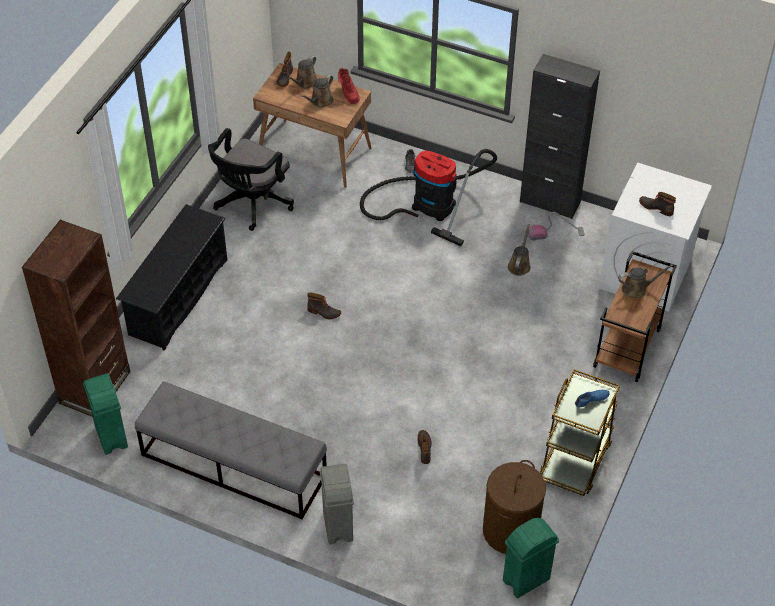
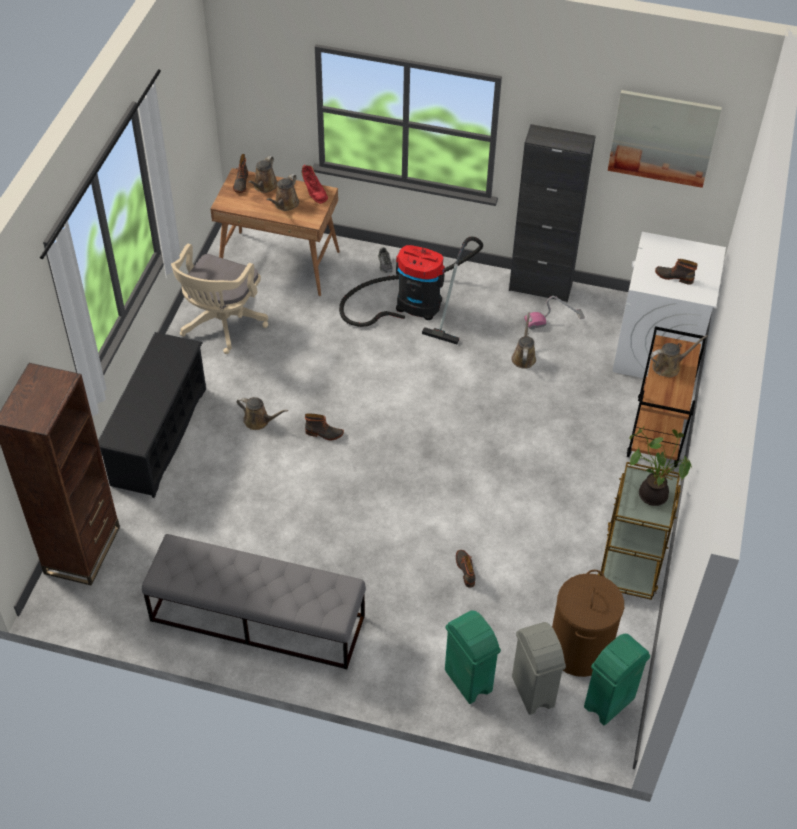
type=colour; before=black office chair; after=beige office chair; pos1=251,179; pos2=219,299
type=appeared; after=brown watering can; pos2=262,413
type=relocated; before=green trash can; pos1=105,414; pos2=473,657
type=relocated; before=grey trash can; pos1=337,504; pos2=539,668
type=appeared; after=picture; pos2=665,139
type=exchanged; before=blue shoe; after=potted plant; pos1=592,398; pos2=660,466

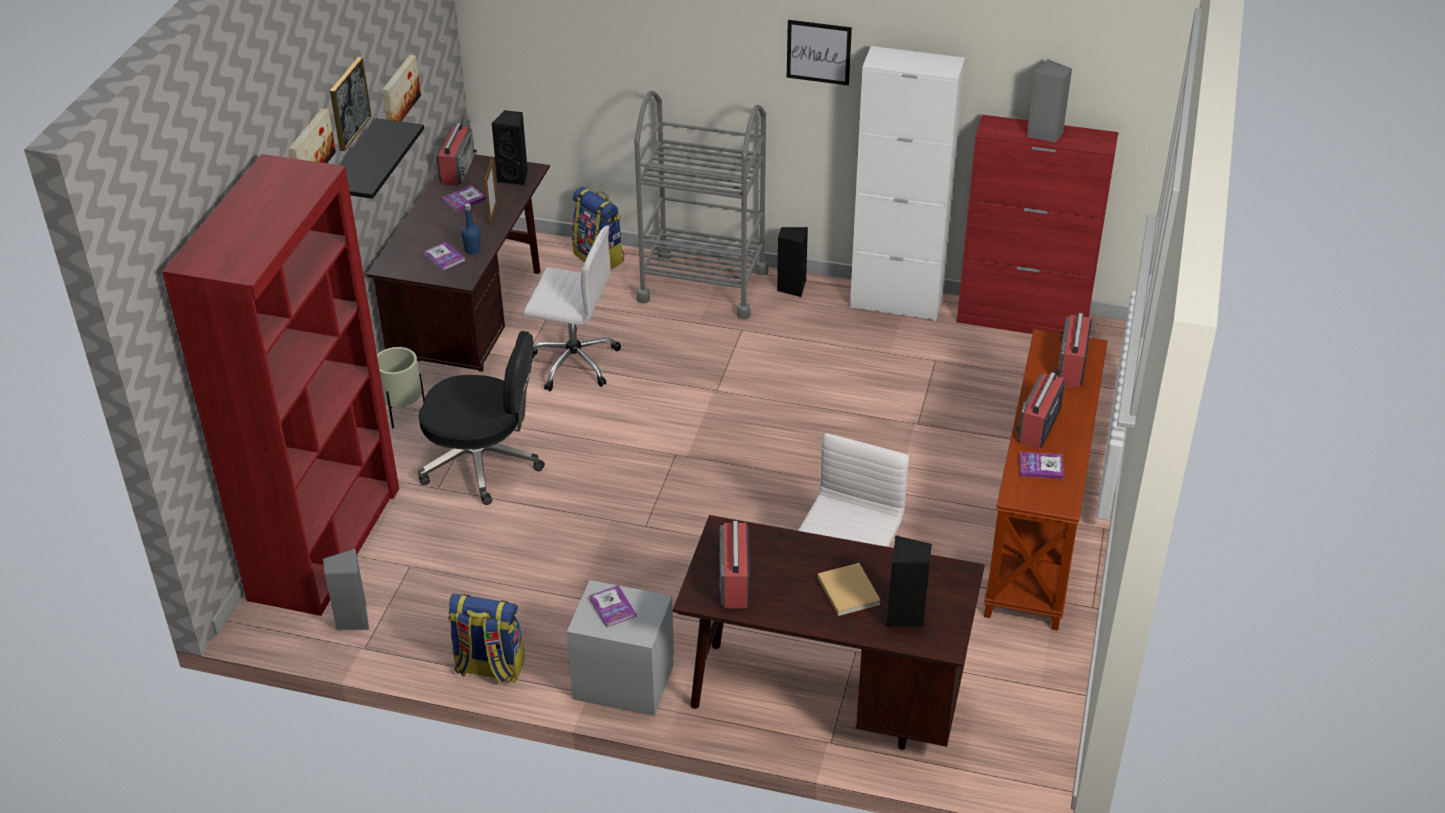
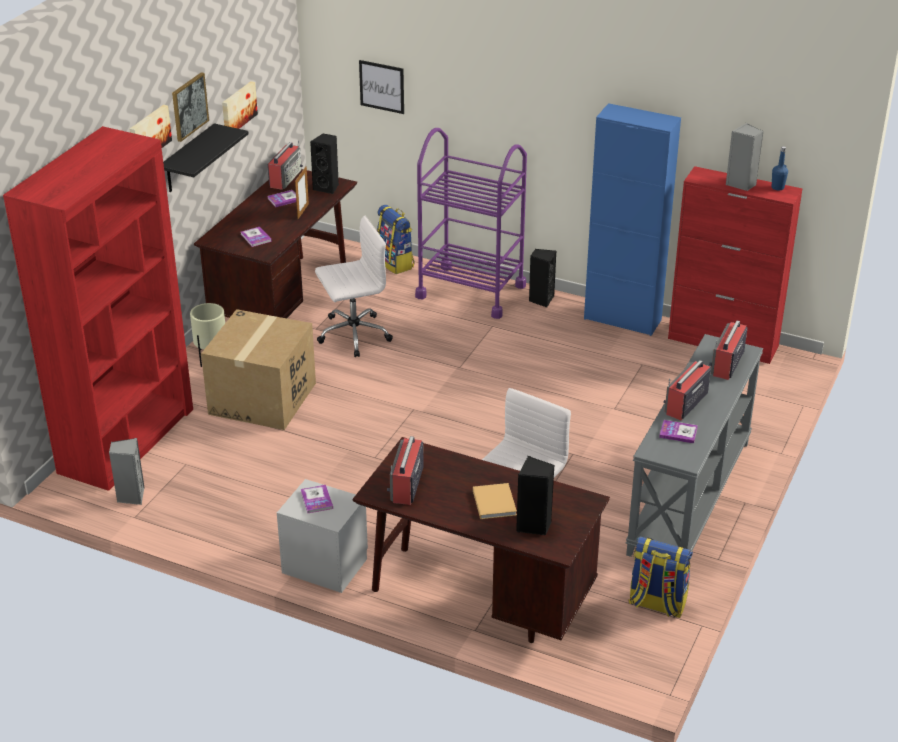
type=exchanged; before=black office chair; after=cardboard box; pos1=481,418; pos2=258,369
type=spun; before=white office chair; pos1=572,308; pos2=354,286; turn=-45
type=relocated; before=picture; pos1=819,53; pos2=381,87
type=colour; before=grey cart; after=purple cart; pos1=701,205; pos2=471,223
type=colour; before=white cabinet; after=blue cabinet; pos1=907,183; pos2=632,219
type=colour; before=brown console table; after=grey console table; pos1=1045,480; pos2=694,445
type=relocated; before=backpack; pos1=486,639; pos2=660,577
type=relocated; before=blue bottle; pos1=471,228; pos2=780,168

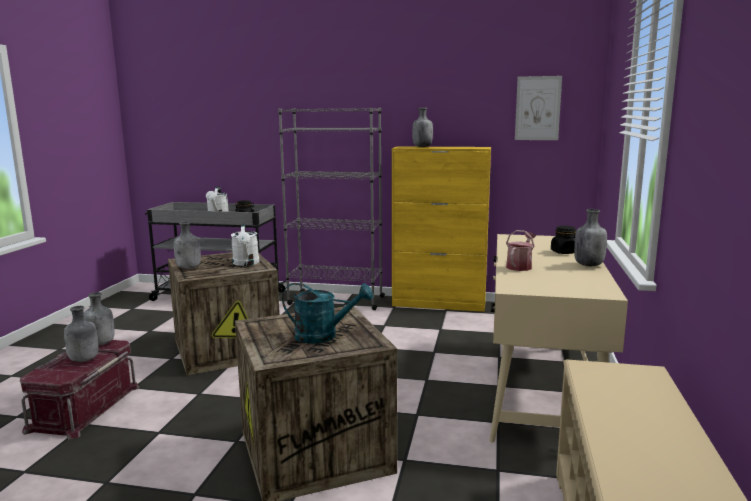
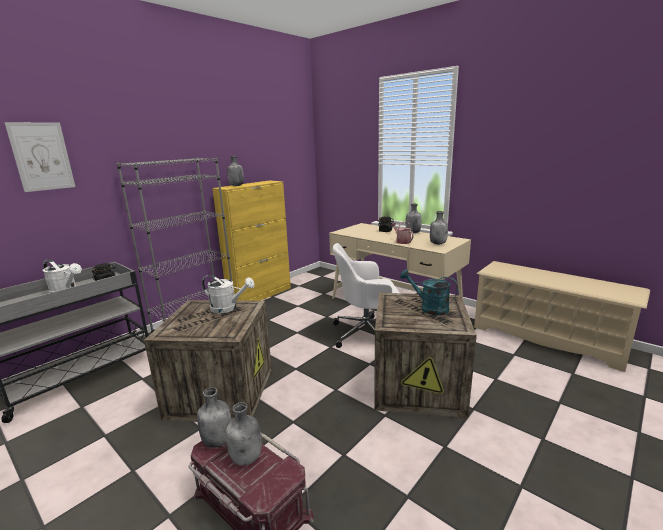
type=relocated; before=picture; pos1=538,108; pos2=39,157
type=appeared; after=white office chair; pos2=366,295
type=spun; before=turquoise watering can; pos1=327,313; pos2=429,292; turn=-90
type=relocated; before=grey bottle; pos1=187,245; pos2=439,227

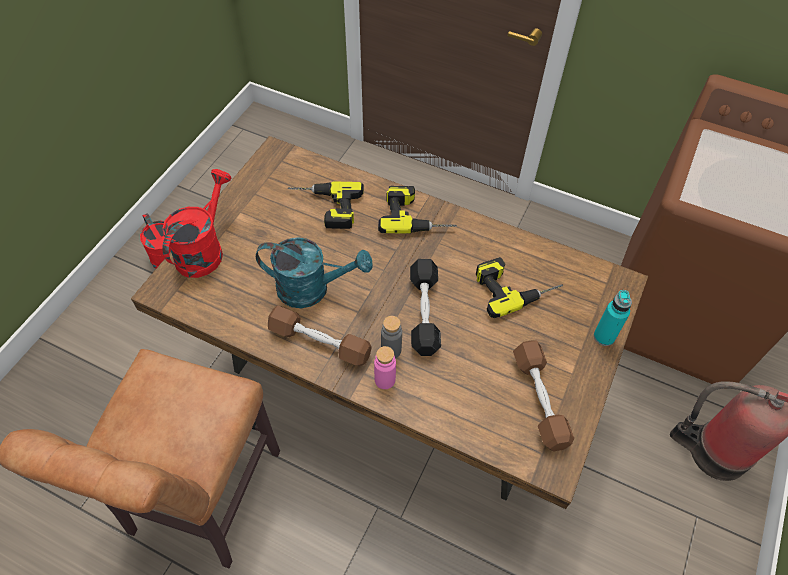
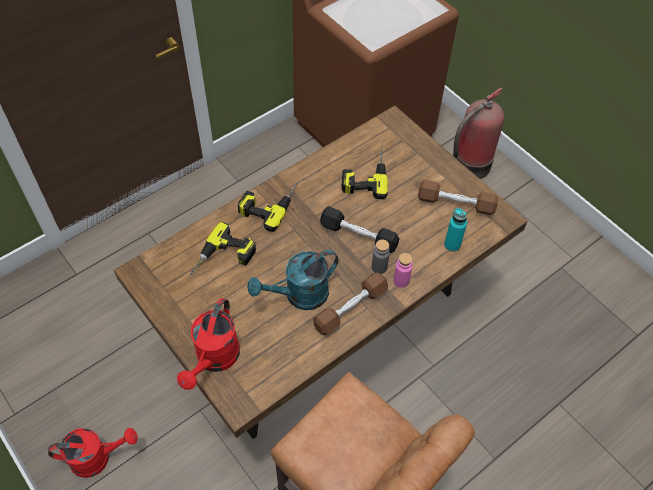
type=spun; before=red watering can; pos1=197,223; pos2=208,344; turn=-120
type=spun; before=turquoise watering can; pos1=314,272; pos2=292,280; turn=-150
type=relocated; before=turquoise bottle; pos1=613,318; pos2=455,230

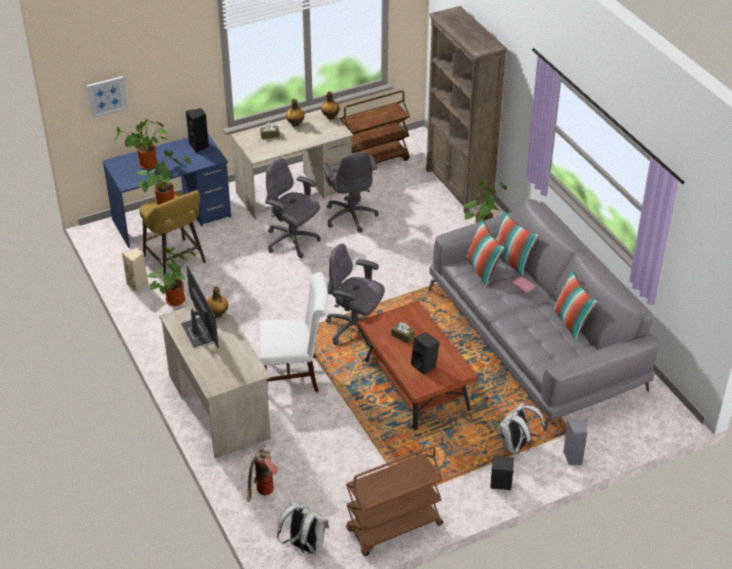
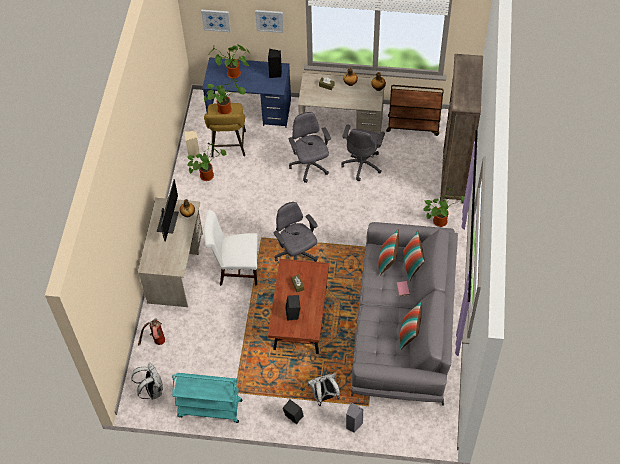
type=colour; before=brown cart; after=turquoise cart; pos1=394,501; pos2=207,398
type=spun; before=white chair; pos1=293,332; pos2=231,248; turn=150
type=appeared; after=picture; pos2=269,21

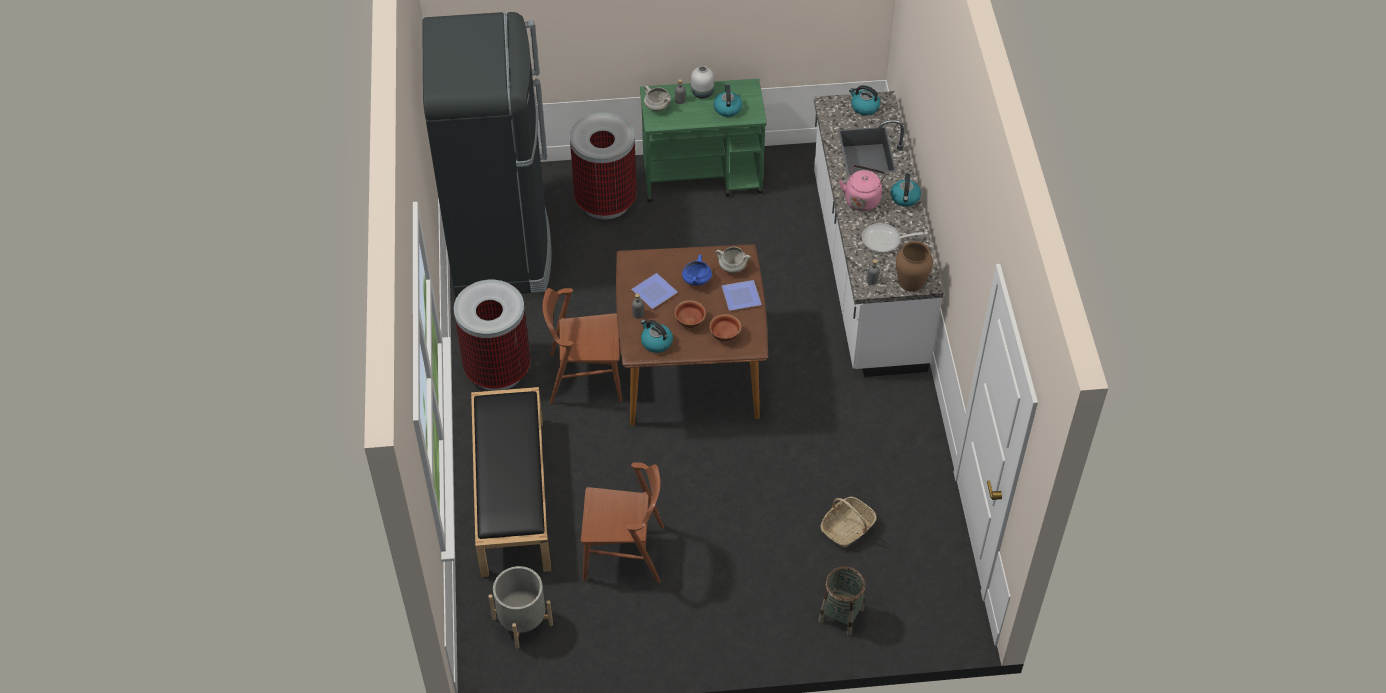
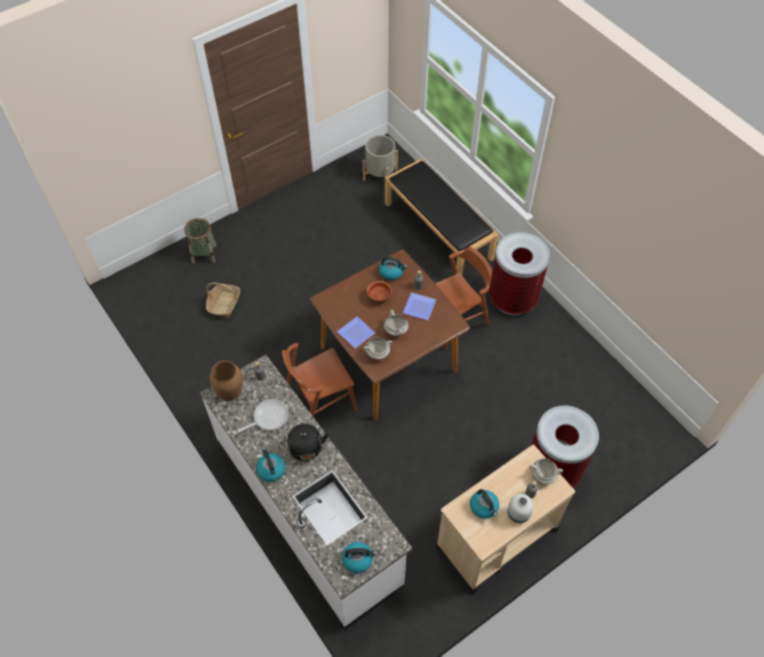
type=relocated; before=brown chair; pos1=622,522; pos2=319,379
type=colour; before=pink kettle; after=black kettle; pos1=862,188; pos2=307,442
type=colour; before=blue cooking pot; after=white cooking pot; pos1=697,270; pos2=396,323
type=colour; before=green cart; after=beige cart; pos1=703,140; pos2=505,519
type=missing; before=black fridge; pos1=487,155
type=missing; before=bowl; pos1=725,328

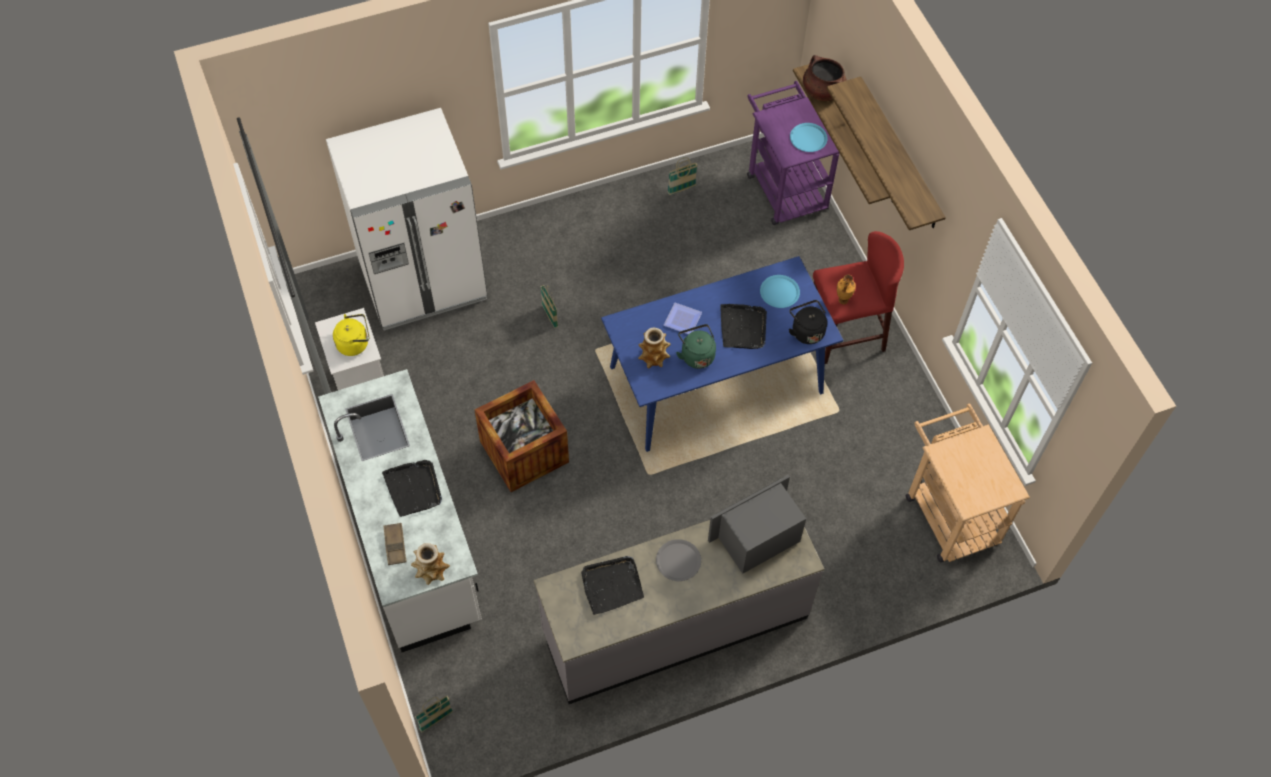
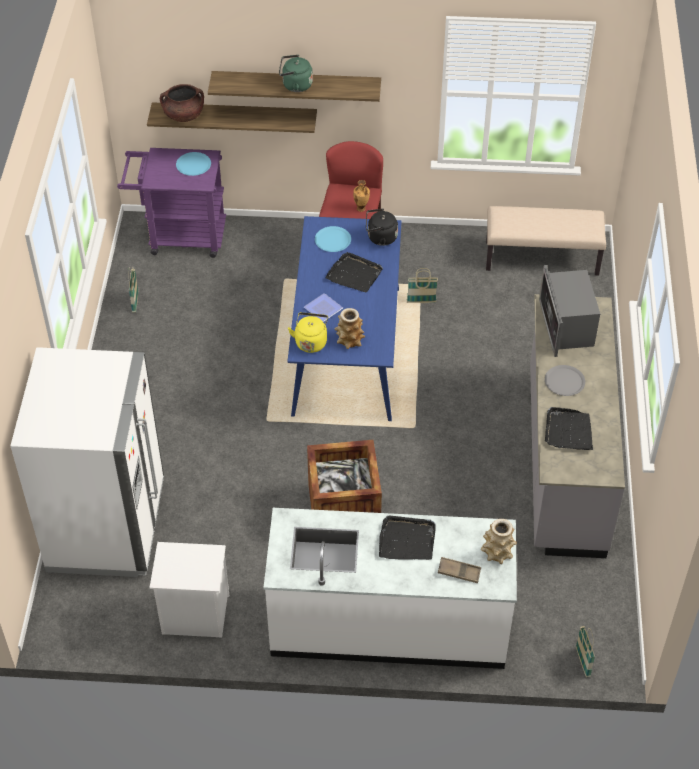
type=relocated; before=green kettle; pos1=696,346; pos2=296,73
type=relocated; before=yellow kettle; pos1=351,335; pos2=308,332
type=relocated; before=basket; pos1=549,306; pos2=422,285
type=exchanged; before=beige cart; after=beige bench; pos1=968,483; pos2=546,240

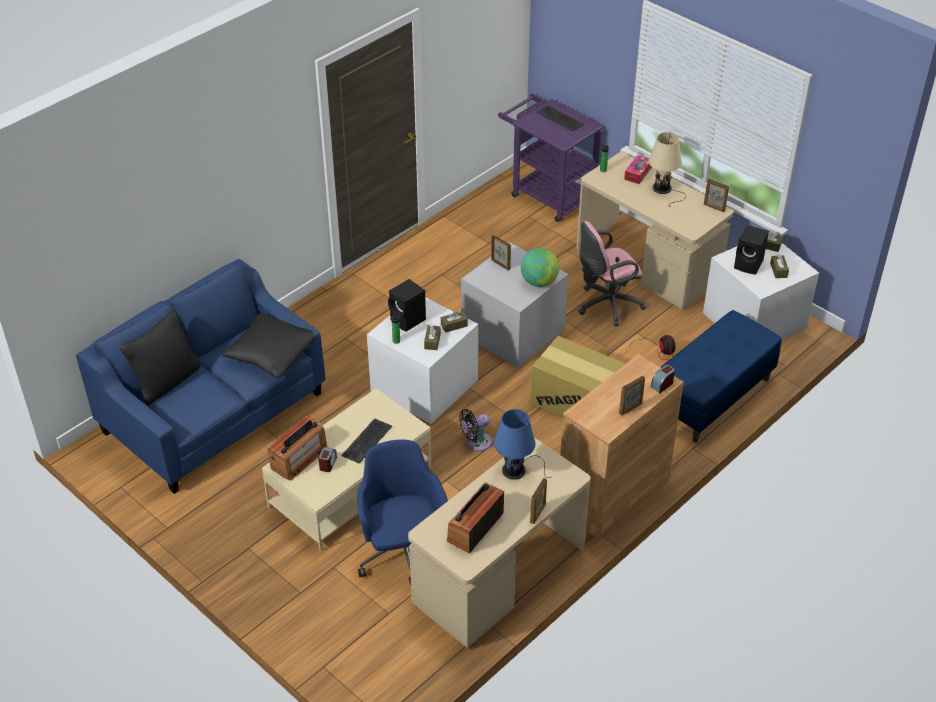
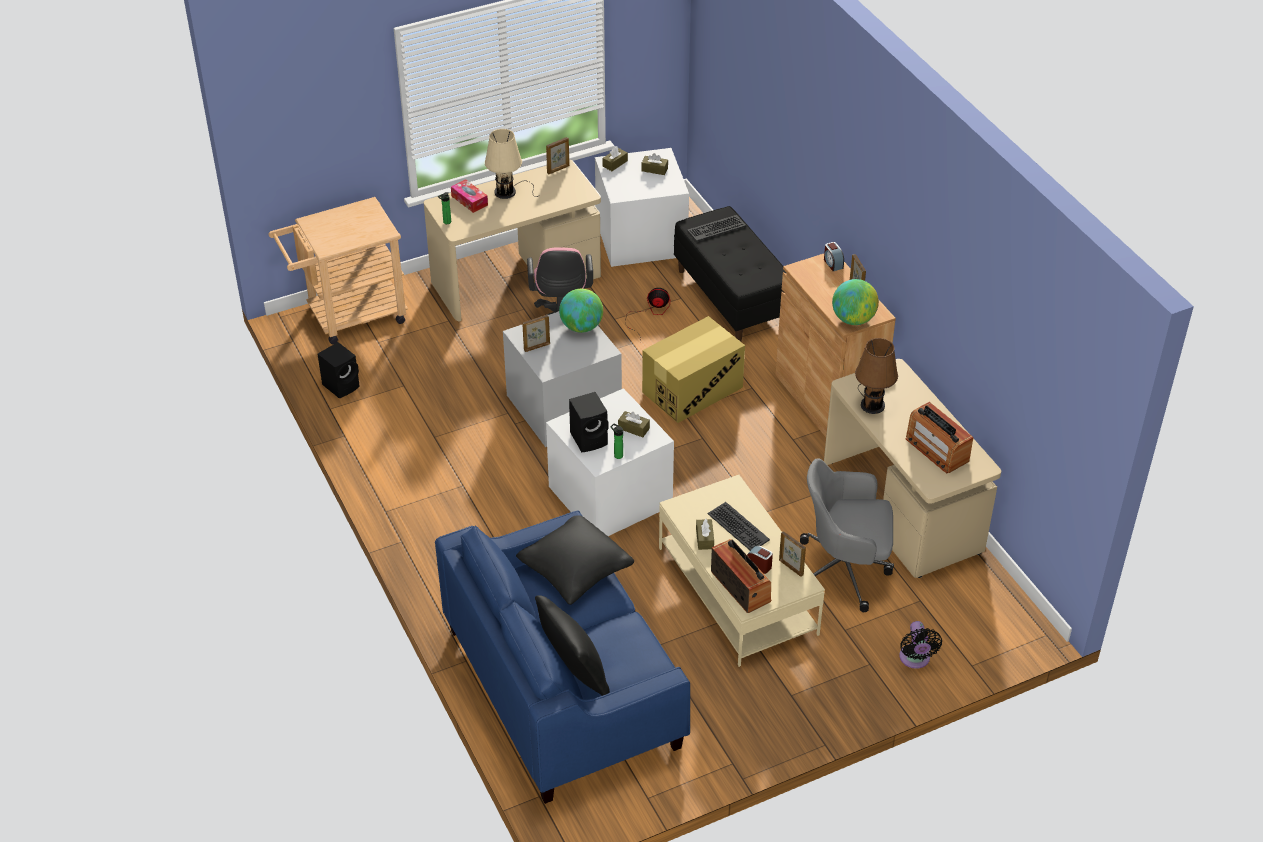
type=colour; before=purple cart; after=beige cart; pos1=551,158; pos2=338,270
type=relocated; before=black speaker; pos1=751,250; pos2=339,370
type=colour; before=blue bench; after=black bench; pos1=721,376; pos2=730,274
type=relocated; before=keyboard; pos1=560,119; pos2=716,228
type=relocated; before=brown tissue box; pos1=454,322; pos2=705,534
type=relocated; before=picture frame; pos1=538,501; pos2=792,554
type=colour; before=blue office chair; after=grey office chair; pos1=402,512; pos2=847,535
type=appeared; after=globe; pos2=855,302
type=colour; before=blue table lamp; after=brown table lamp; pos1=522,444; pos2=876,376
type=relocated; before=black fan; pos1=475,430; pos2=920,645

